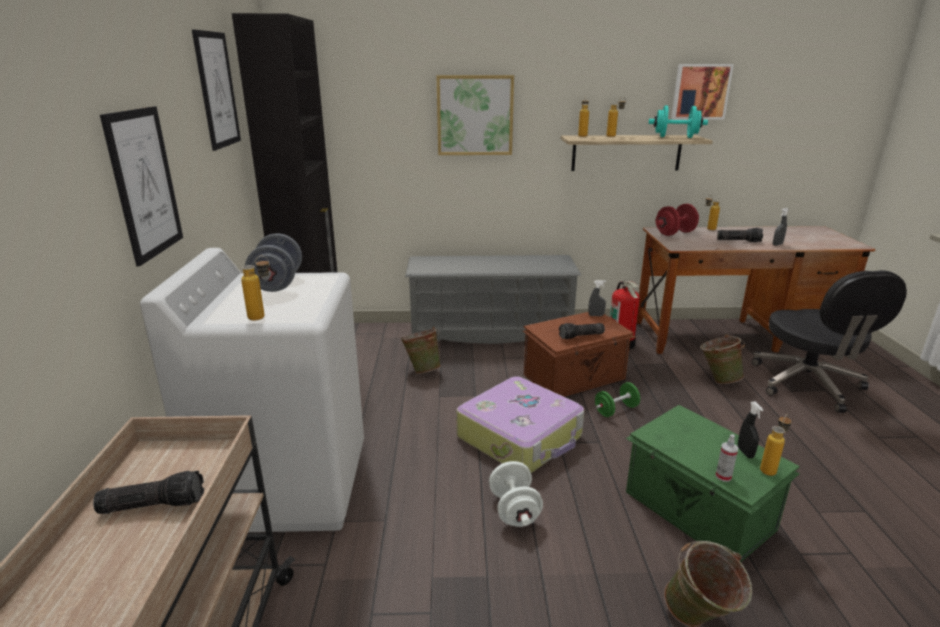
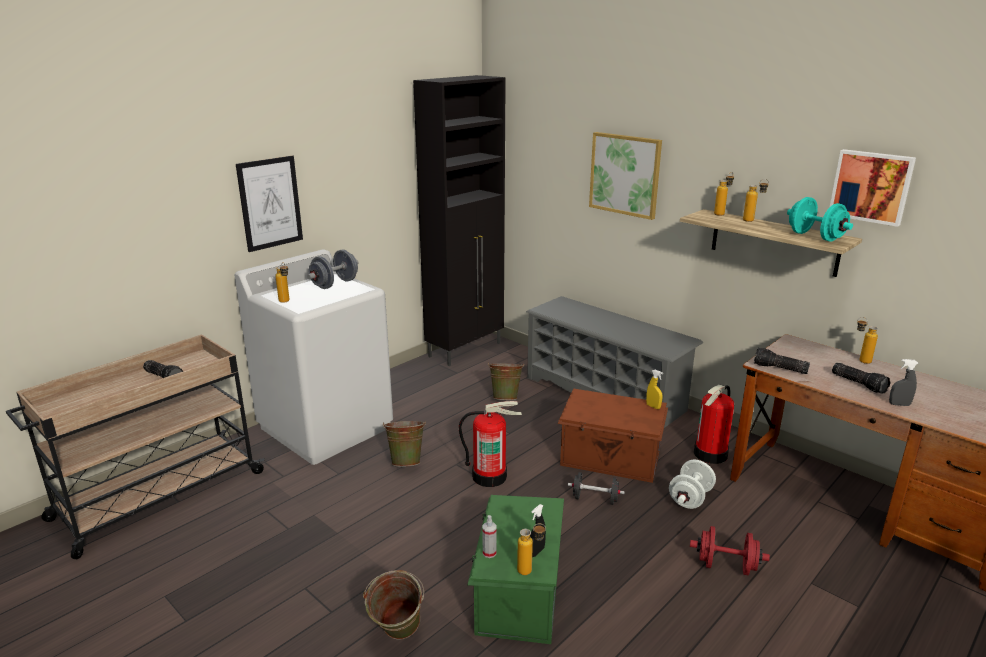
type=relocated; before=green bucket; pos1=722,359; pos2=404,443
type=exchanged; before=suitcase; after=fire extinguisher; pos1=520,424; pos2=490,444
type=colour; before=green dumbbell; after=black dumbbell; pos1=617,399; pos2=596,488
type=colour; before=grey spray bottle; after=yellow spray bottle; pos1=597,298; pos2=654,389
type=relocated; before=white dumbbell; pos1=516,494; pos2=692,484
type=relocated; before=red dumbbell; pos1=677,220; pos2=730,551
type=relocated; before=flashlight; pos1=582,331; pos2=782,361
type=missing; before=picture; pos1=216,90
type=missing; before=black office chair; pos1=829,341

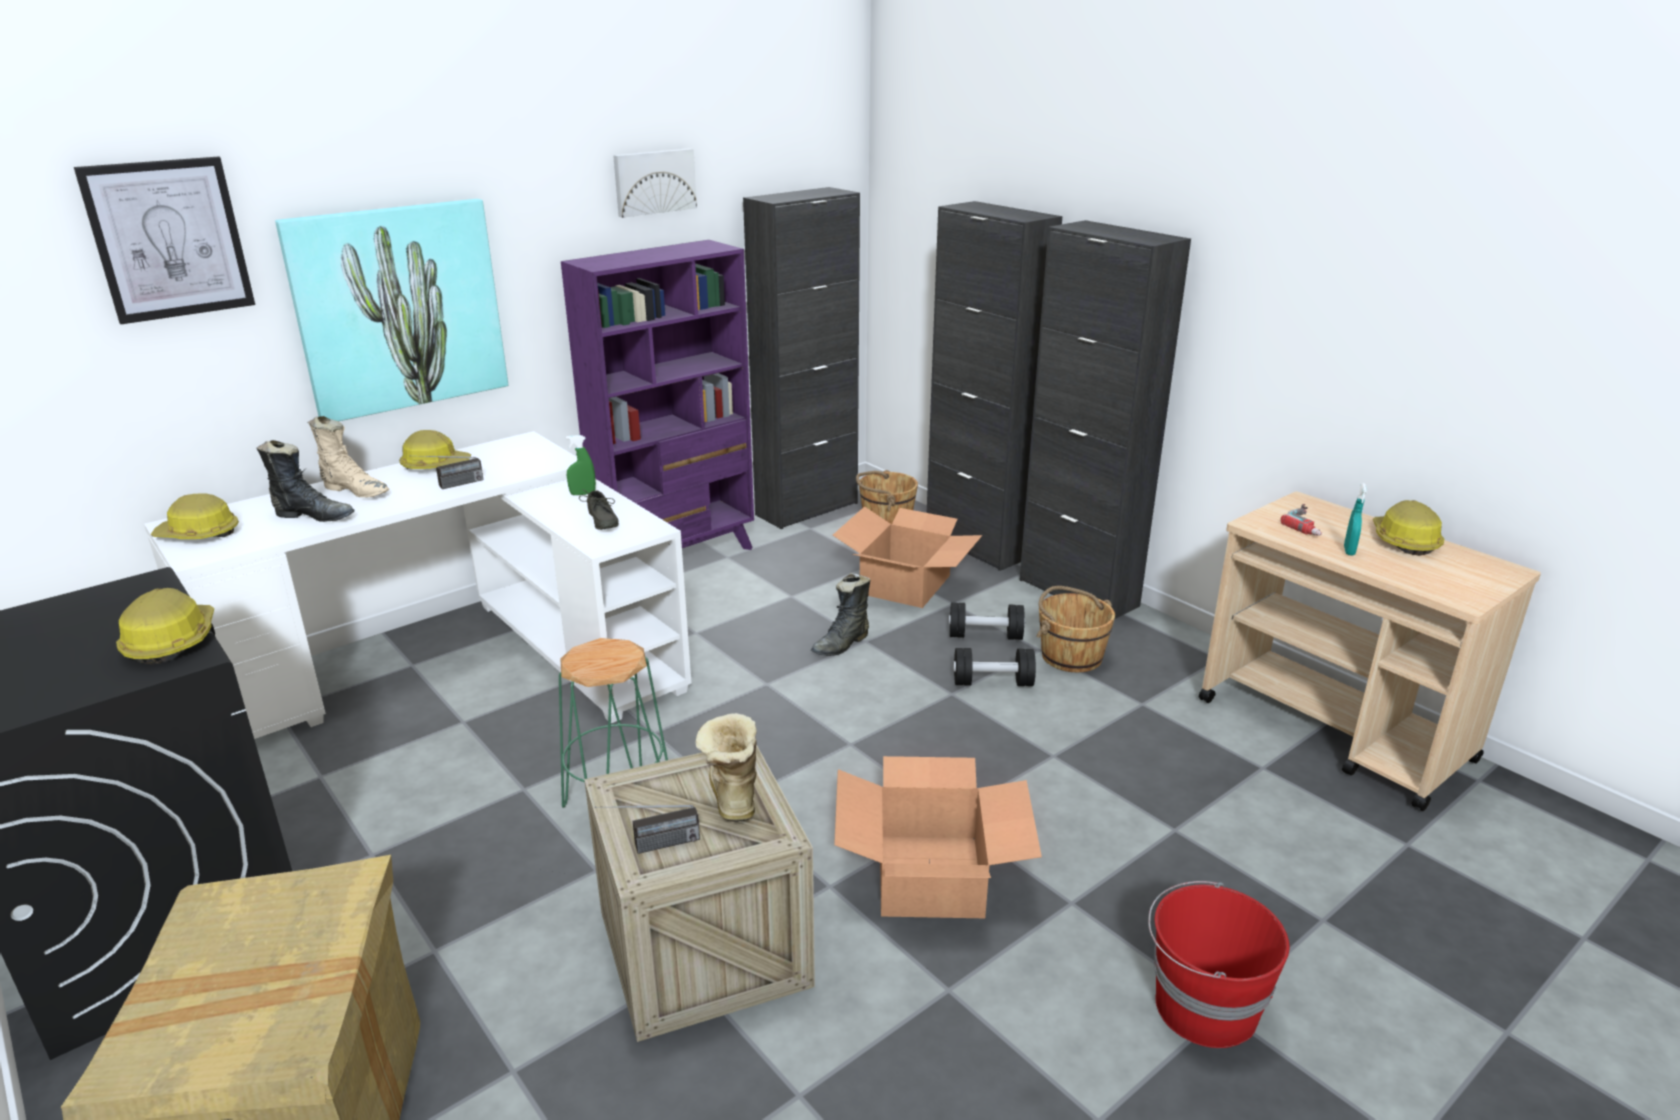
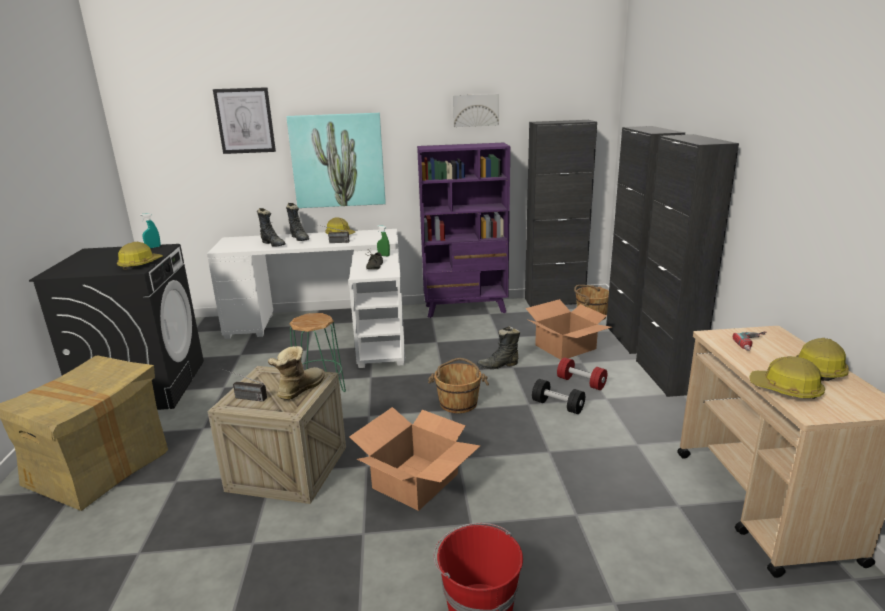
type=relocated; before=turquoise spray bottle; pos1=1355,519; pos2=150,230
type=colour; before=beige boot; after=black boot; pos1=348,456; pos2=297,222
type=relocated; before=brown bucket; pos1=1075,629; pos2=458,385
type=colour; before=black dumbbell; after=red dumbbell; pos1=987,621; pos2=582,373
type=relocated; before=hard hat; pos1=195,516; pos2=787,377

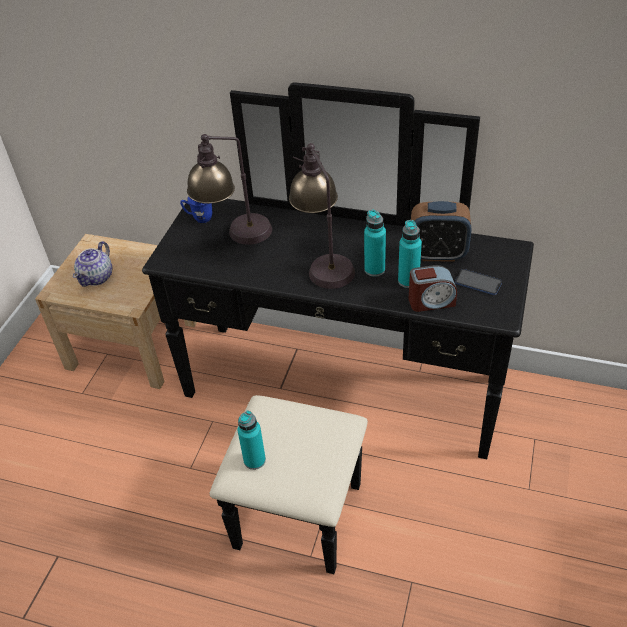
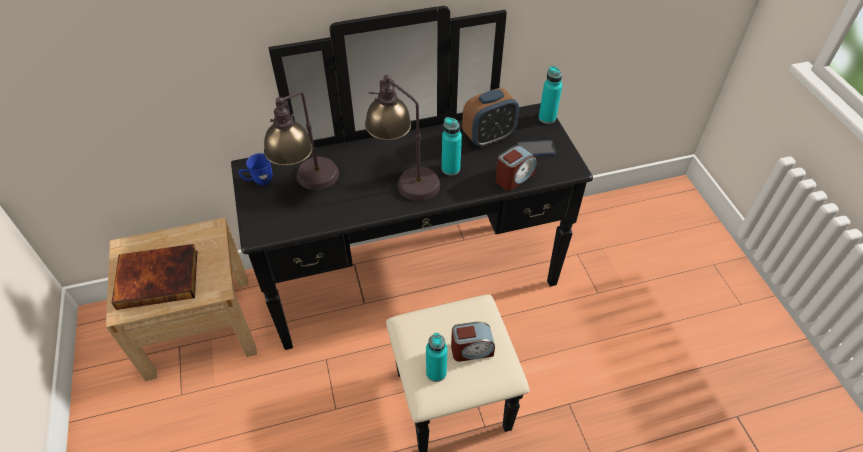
type=exchanged; before=teapot; after=book; pos1=93,264; pos2=154,277
type=appeared; after=alarm clock; pos2=473,342
type=relocated; before=turquoise bottle; pos1=410,254; pos2=550,95

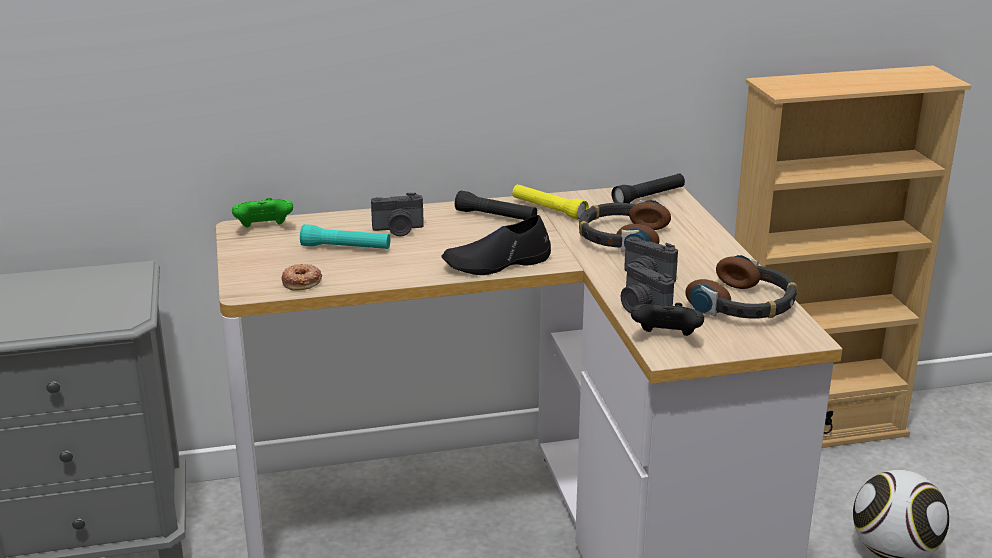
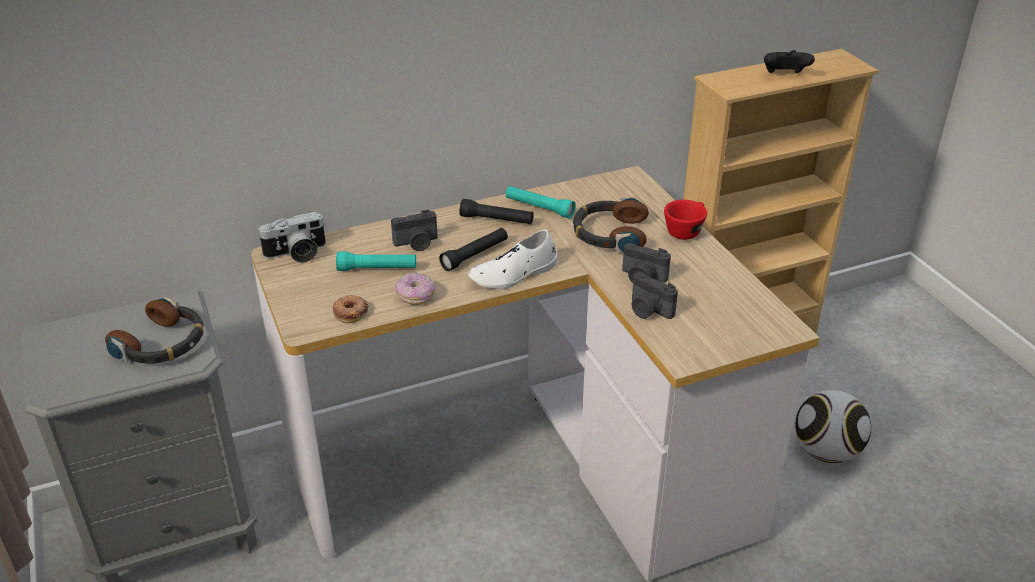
type=relocated; before=headphones; pos1=741,286; pos2=154,330
type=exchanged; before=green game controller; after=photo camera; pos1=262,213; pos2=292,237
type=appeared; after=donut; pos2=415,288
type=relocated; before=black flashlight; pos1=648,188; pos2=473,249
type=colour; before=black shoe; after=white shoe; pos1=496,245; pos2=513,259
type=colour; before=yellow flashlight; after=turquoise flashlight; pos1=550,202; pos2=541,202
type=appeared; after=red cup; pos2=685,220
type=relocated; before=black game controller; pos1=667,319; pos2=789,61

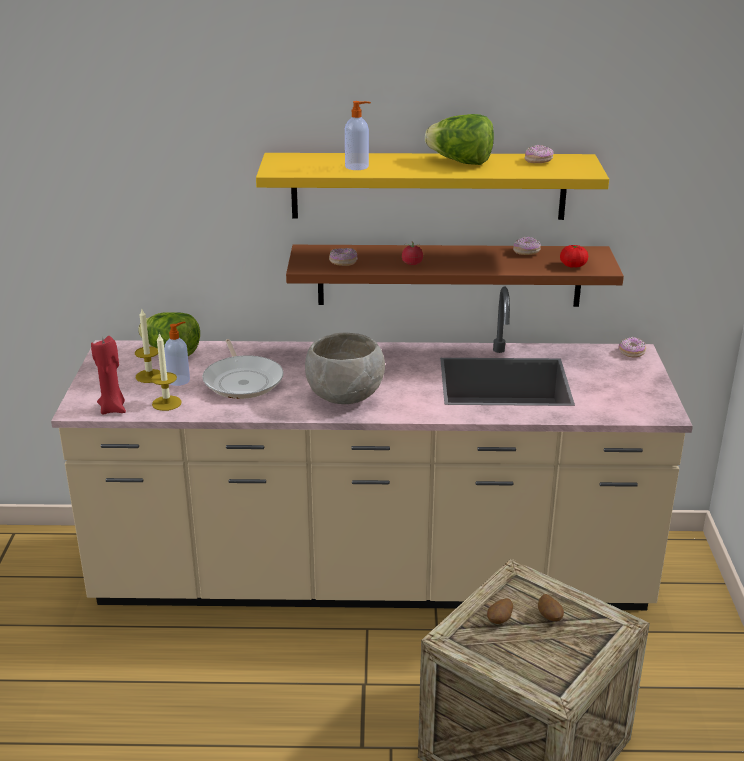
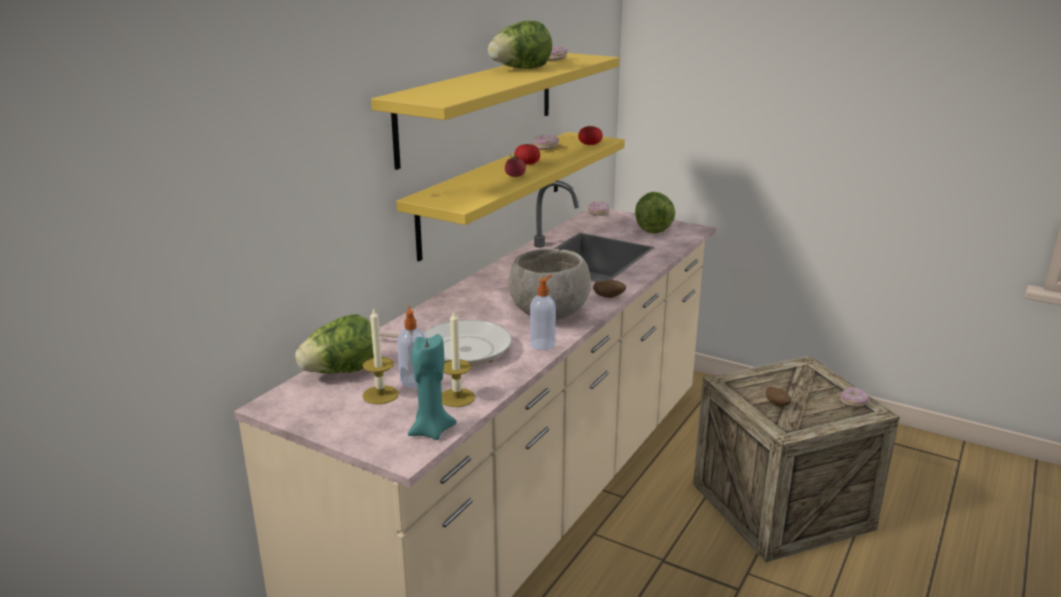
type=colour; before=brown shelf; after=yellow shelf; pos1=455,276; pos2=510,196
type=colour; before=red candle; after=turquoise candle; pos1=108,375; pos2=432,387
type=appeared; after=tomato; pos2=527,154
type=relocated; before=soap dispenser; pos1=358,135; pos2=543,312
type=relocated; before=potato; pos1=551,607; pos2=609,289
type=appeared; after=lettuce; pos2=655,212
type=relocated; before=donut; pos1=343,257; pos2=854,397

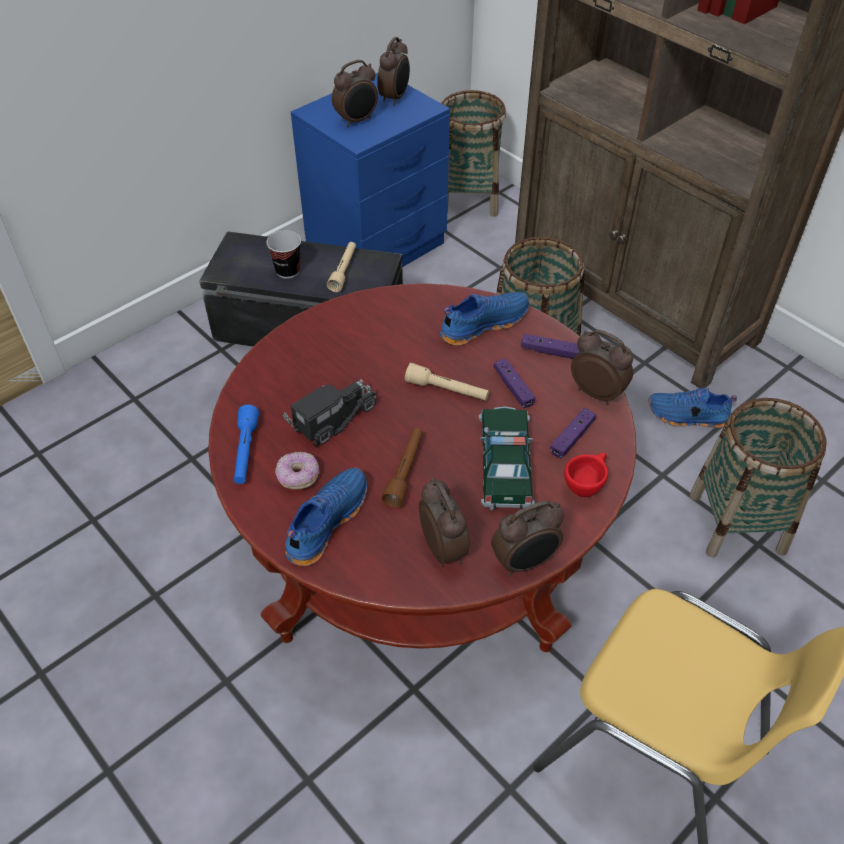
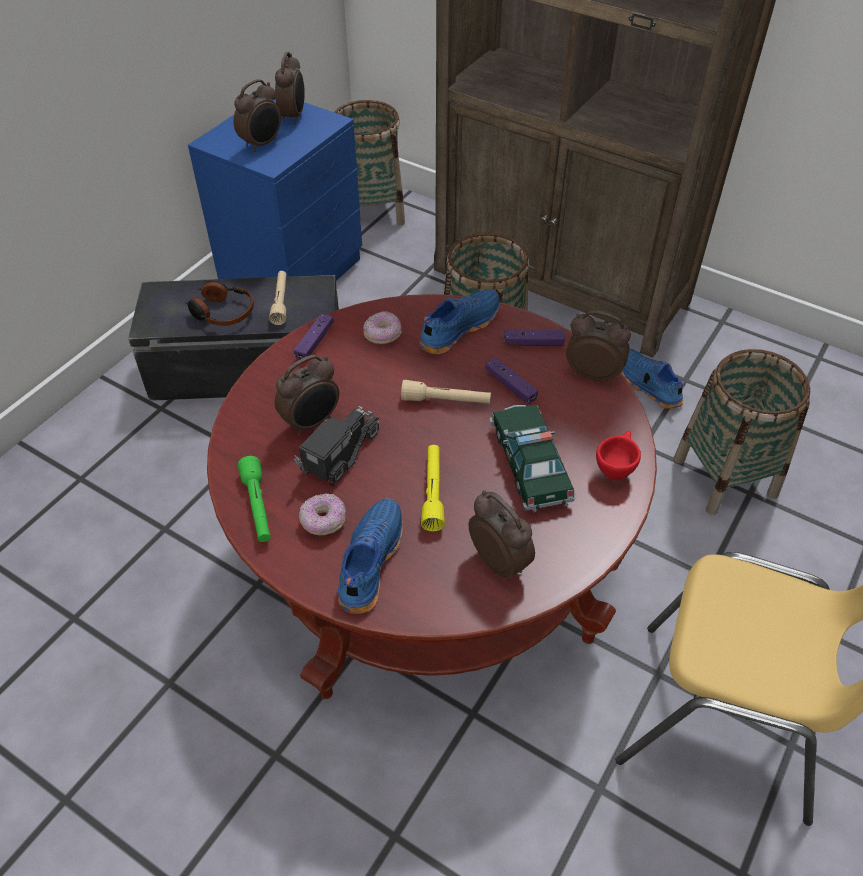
type=exchanged; before=cup; after=headphones; pos1=284,255; pos2=219,303
type=colour; before=blue flashlight; after=green flashlight; pos1=246,444; pos2=254,499
type=relocated; before=alarm clock; pos1=527,538; pos2=307,395
type=relocated; before=purple game controller; pos1=573,433; pos2=314,337
type=appeared; after=donut; pos2=382,327
type=colour; before=brown flashlight; after=yellow flashlight; pos1=402,468; pos2=433,488
type=spun; before=blue shoe; pos1=692,408; pos2=653,379; turn=60

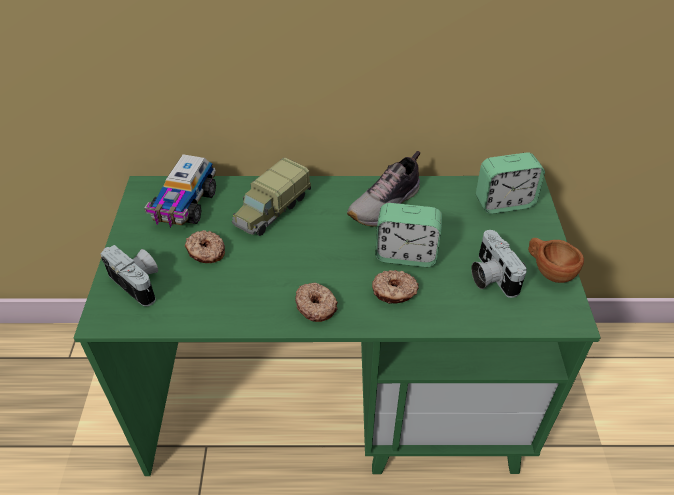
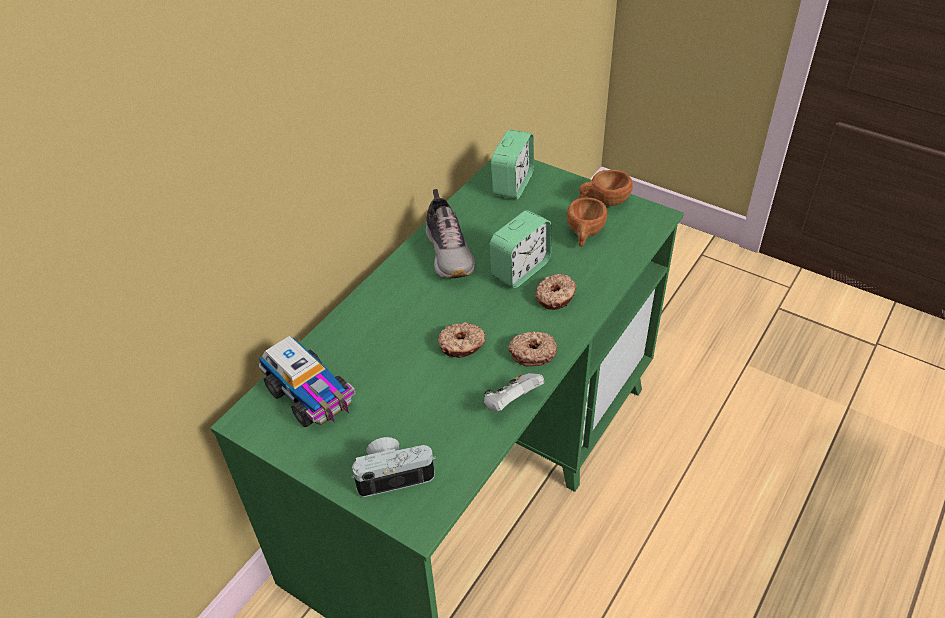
type=relocated; before=donut; pos1=205,246; pos2=461,340
type=appeared; after=white game controller; pos2=514,392
type=exchanged; before=photo camera; after=brown cup; pos1=499,264; pos2=587,222
type=missing; before=toy truck; pos1=271,196

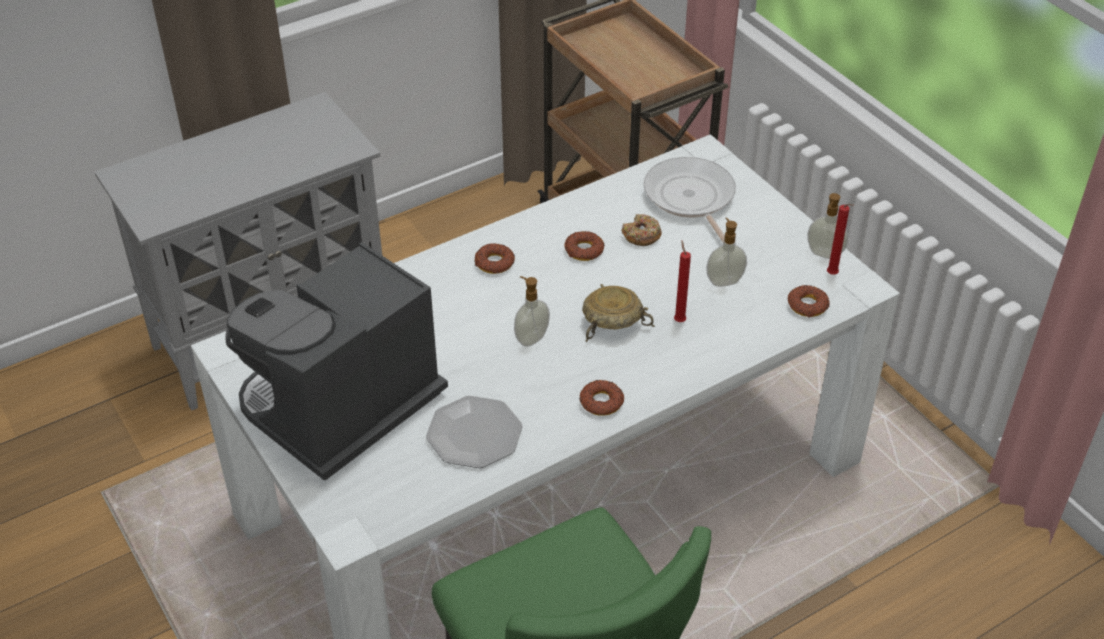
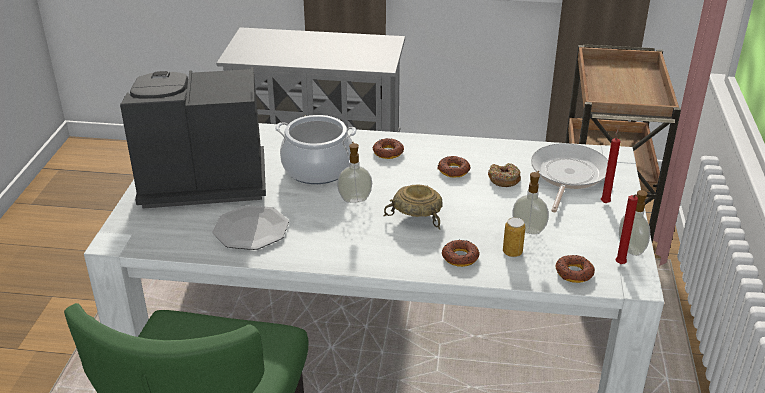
type=appeared; after=cooking pot; pos2=315,149
type=relocated; before=donut; pos1=601,398; pos2=461,253
type=appeared; after=can; pos2=514,237
type=relocated; before=red candle; pos1=682,281; pos2=610,166

